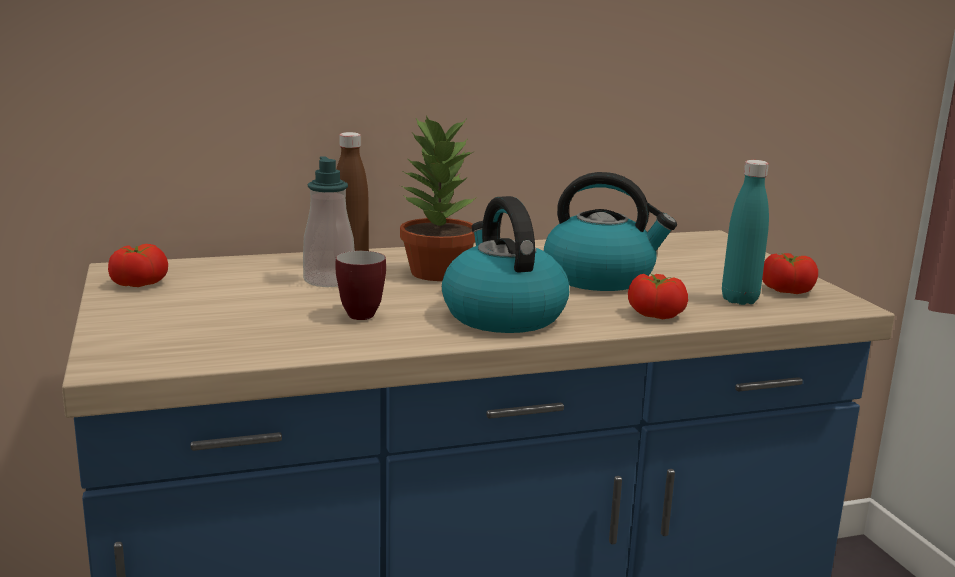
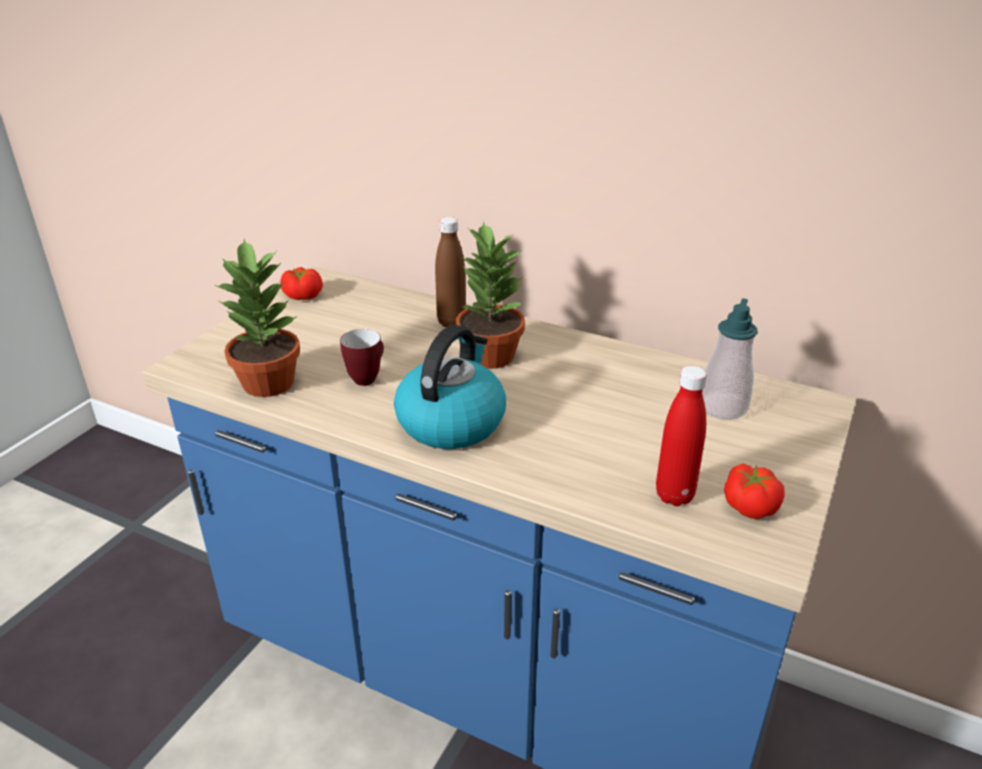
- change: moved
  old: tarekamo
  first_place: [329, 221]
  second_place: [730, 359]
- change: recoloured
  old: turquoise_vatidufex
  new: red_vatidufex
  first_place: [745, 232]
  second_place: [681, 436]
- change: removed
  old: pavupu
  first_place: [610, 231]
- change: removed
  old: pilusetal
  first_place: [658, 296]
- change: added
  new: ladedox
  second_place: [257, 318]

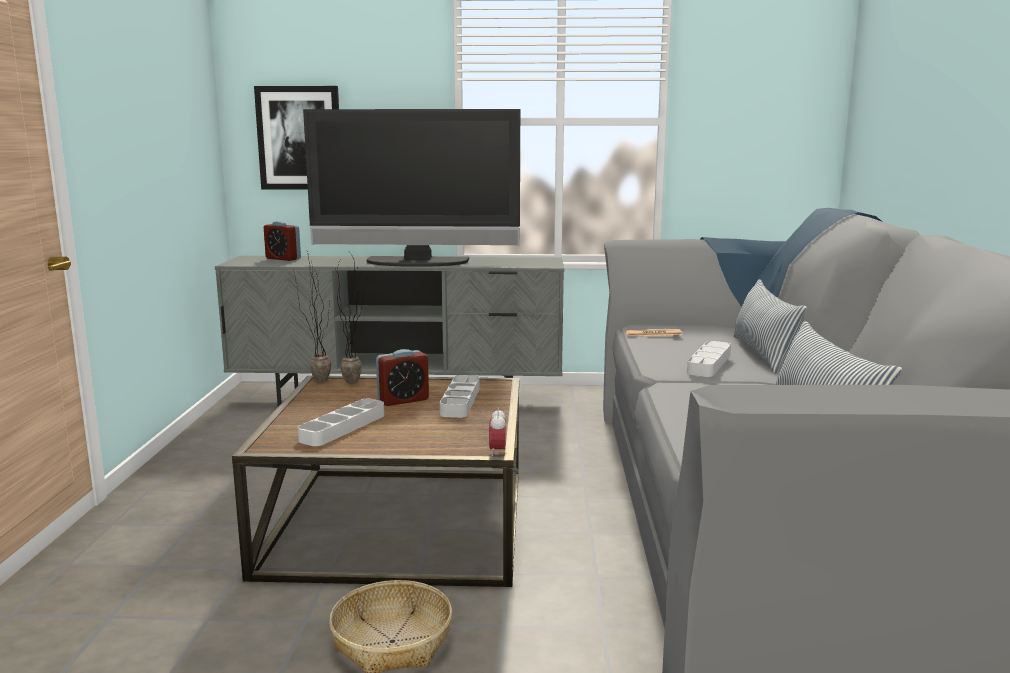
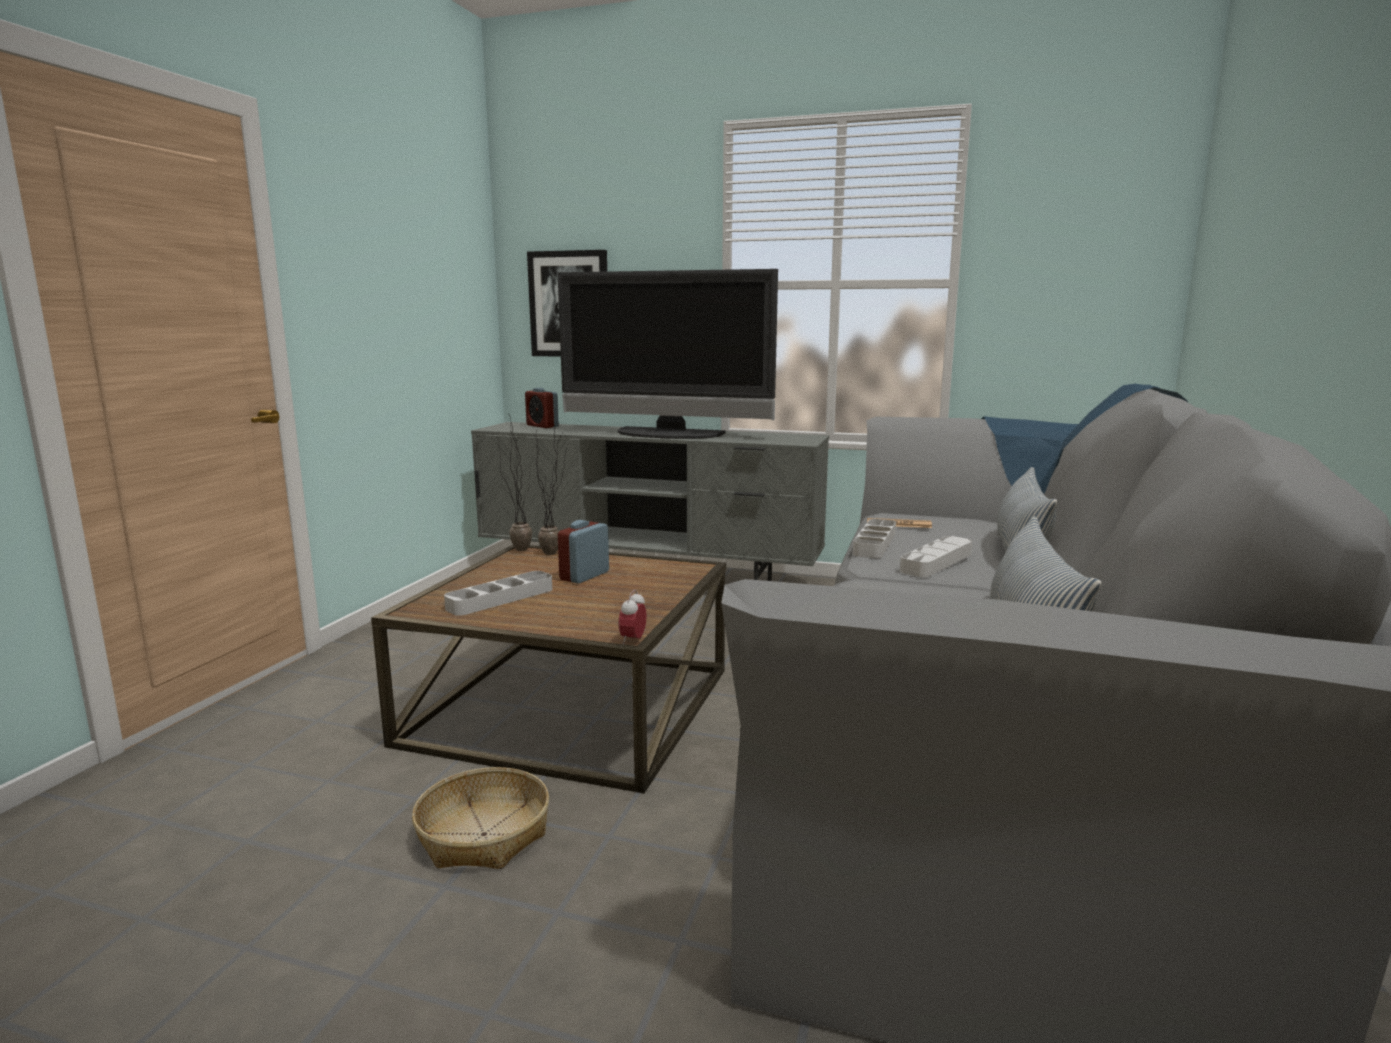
- change: turned
  old: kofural
  first_place: [402, 377]
  second_place: [583, 552]
  degrees: 135
- change: moved
  old: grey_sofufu
  first_place: [460, 396]
  second_place: [874, 538]

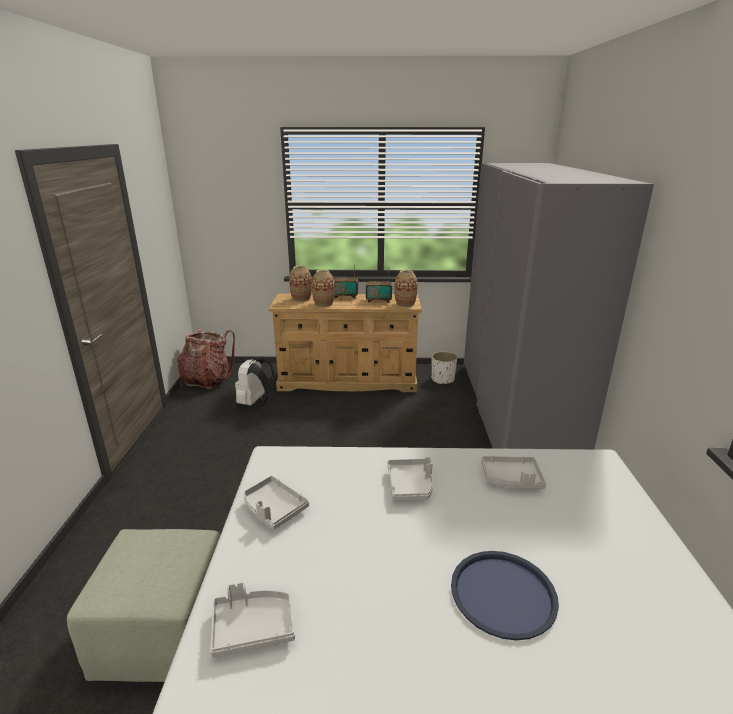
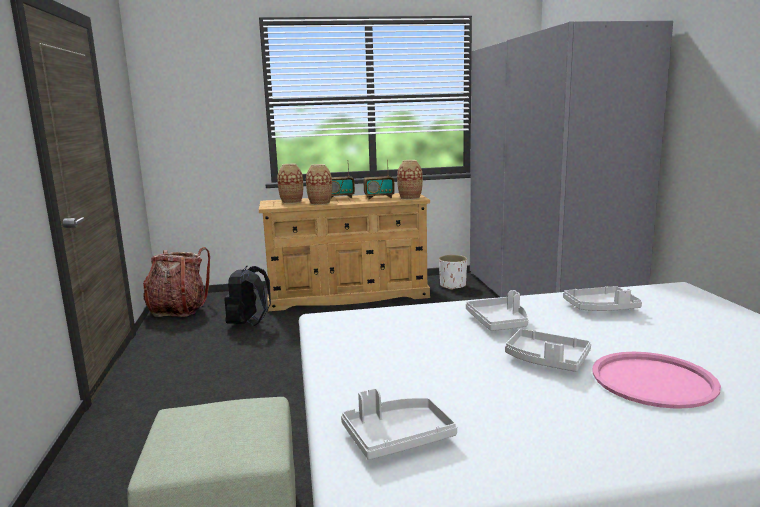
- change: recoloured
  old: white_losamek
  new: black_losamek
  first_place: [255, 382]
  second_place: [247, 296]
- change: moved
  old: grey_sofufu
  first_place: [276, 503]
  second_place: [548, 350]
- change: recoloured
  old: blue_sofufu
  new: pink_sofufu
  first_place: [505, 595]
  second_place: [656, 380]

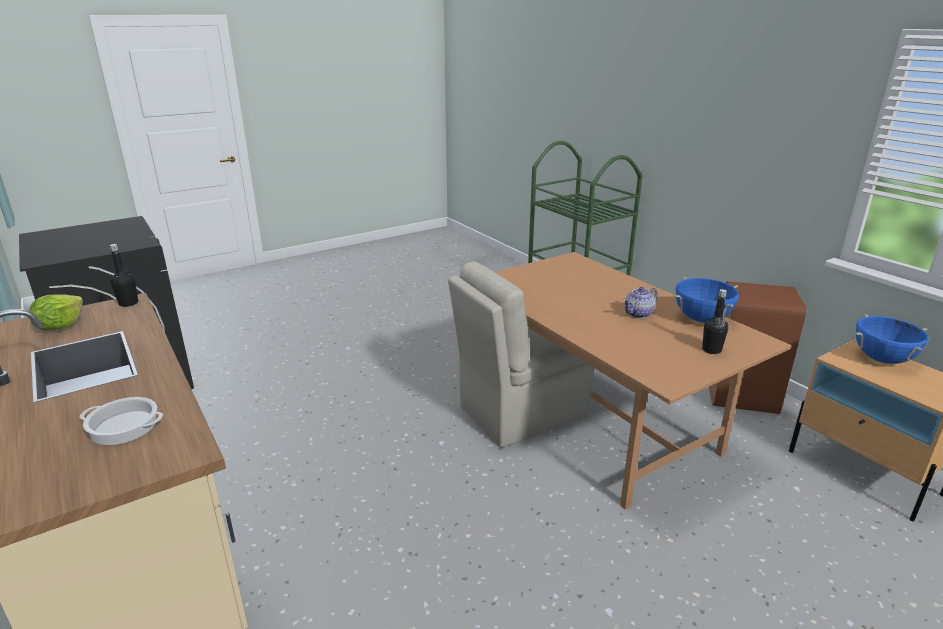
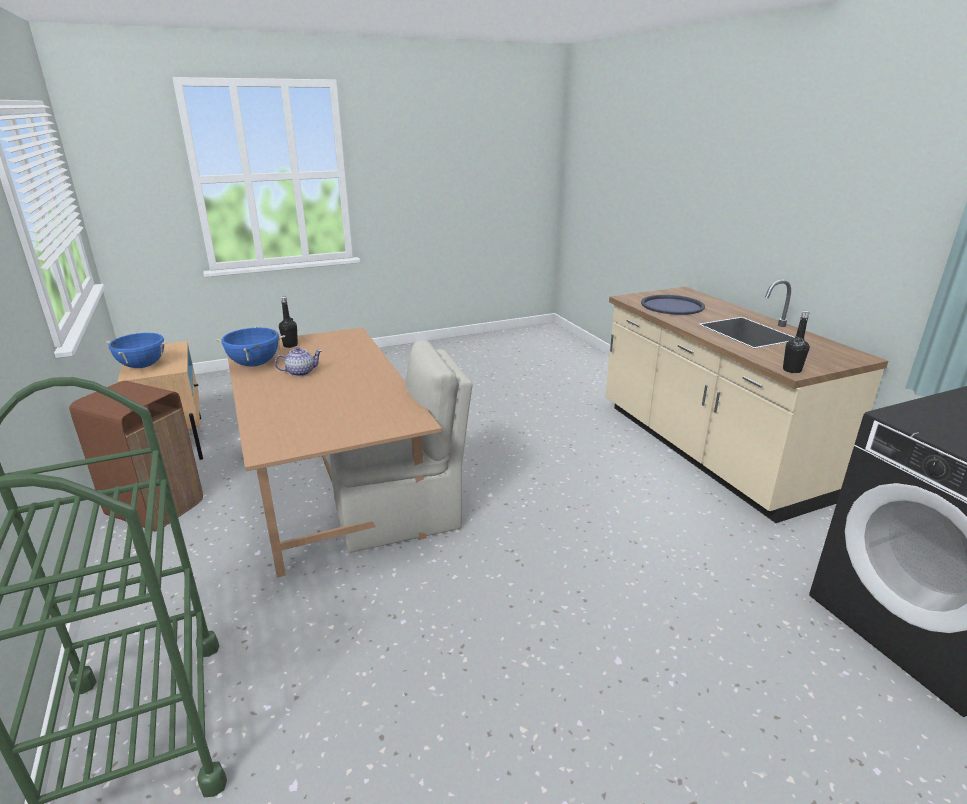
- change: removed
  old: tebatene
  first_place: [56, 312]
- change: replaced
  old: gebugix
  new: blue_sofufu
  first_place: [121, 421]
  second_place: [673, 305]

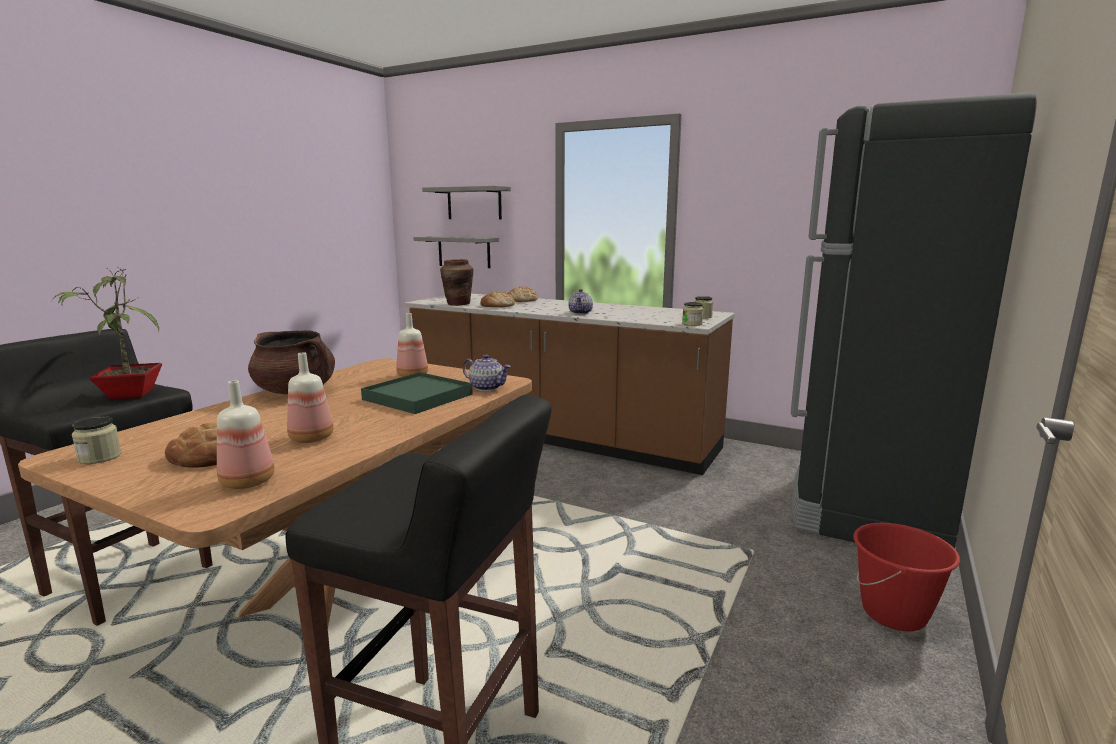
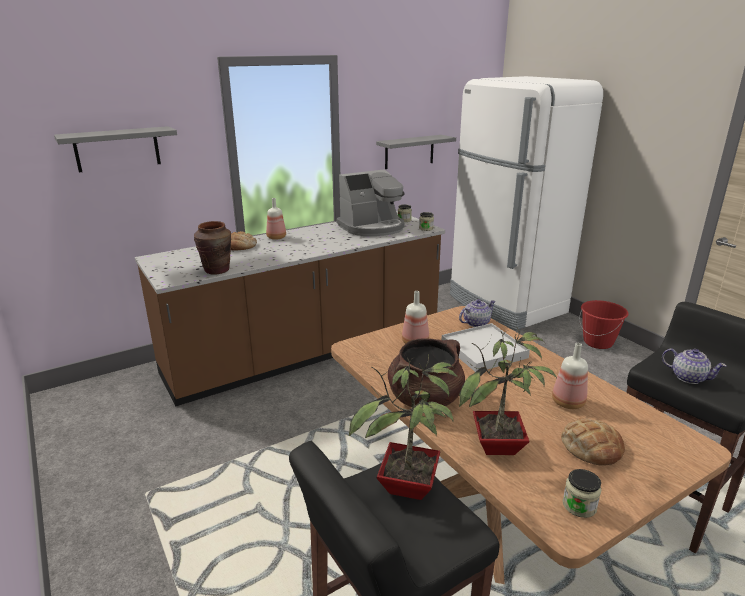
- change: recoloured
  old: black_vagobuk
  new: white_vagobuk
  first_place: [914, 320]
  second_place: [526, 203]
- change: moved
  old: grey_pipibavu
  first_place: [456, 252]
  second_place: [416, 152]
- change: moved
  old: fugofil
  first_place: [580, 301]
  second_place: [694, 366]
- change: removed
  old: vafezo
  first_place: [497, 299]
- change: recoloured
  old: green_sofufu
  new: white_sofufu
  first_place: [417, 393]
  second_place: [485, 347]
- change: moved
  old: vatidufex
  first_place: [246, 435]
  second_place: [276, 219]
- change: added
  new: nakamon
  second_place: [371, 202]
- change: added
  new: ladedox
  second_place: [508, 390]

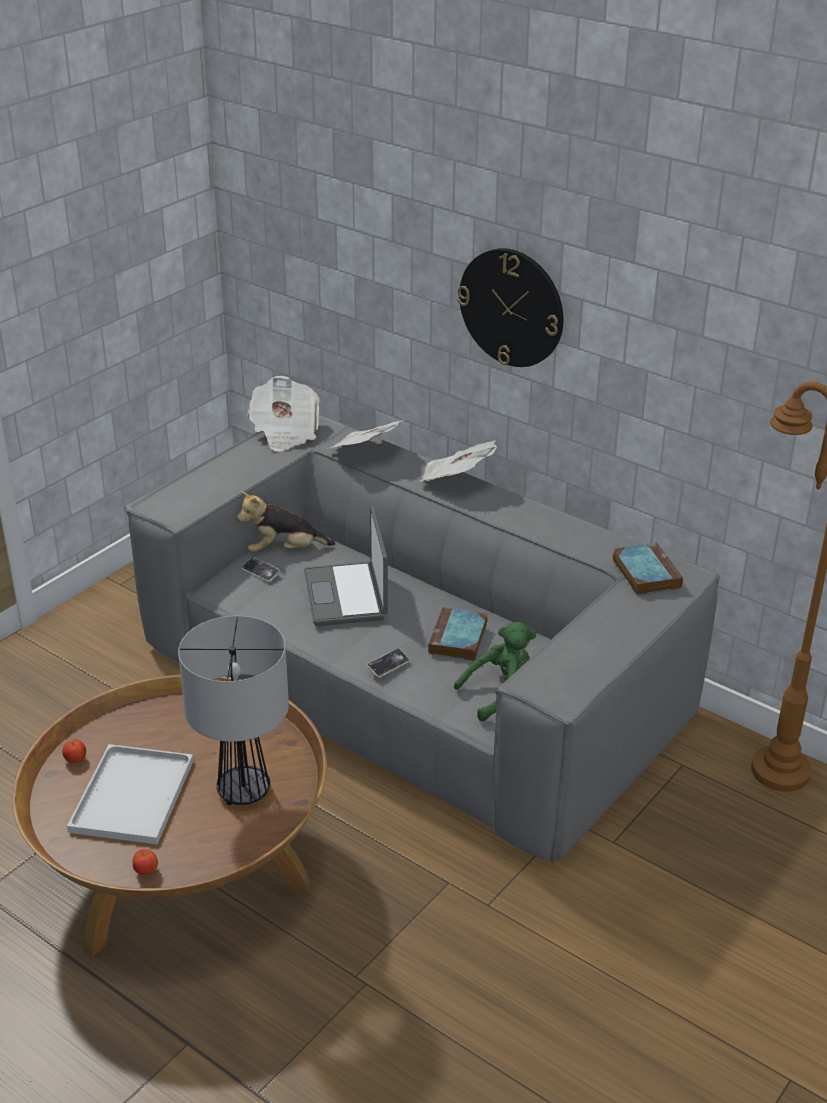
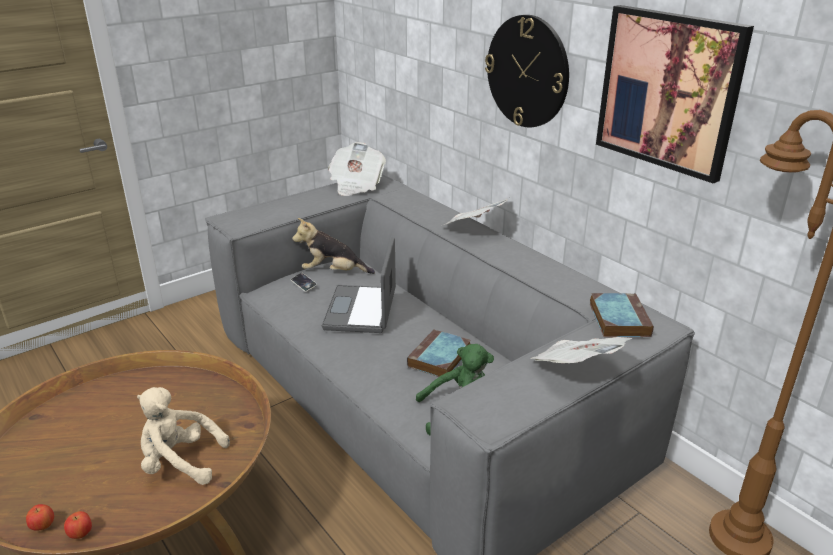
- change: moved
  old: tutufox
  first_place: [365, 434]
  second_place: [581, 350]
- change: replaced
  old: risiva
  new: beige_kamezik
  first_place: [233, 710]
  second_place: [183, 436]
- change: removed
  old: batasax
  first_place: [388, 662]
- change: moved
  old: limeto
  first_place: [74, 751]
  second_place: [78, 525]
- change: removed
  old: white_sofufu
  first_place: [130, 794]
- change: added
  new: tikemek
  second_place: [675, 94]

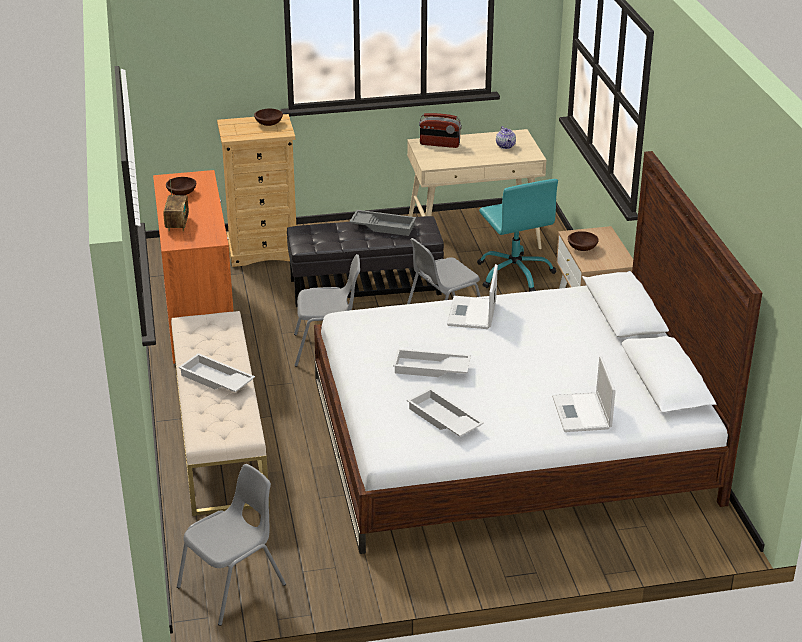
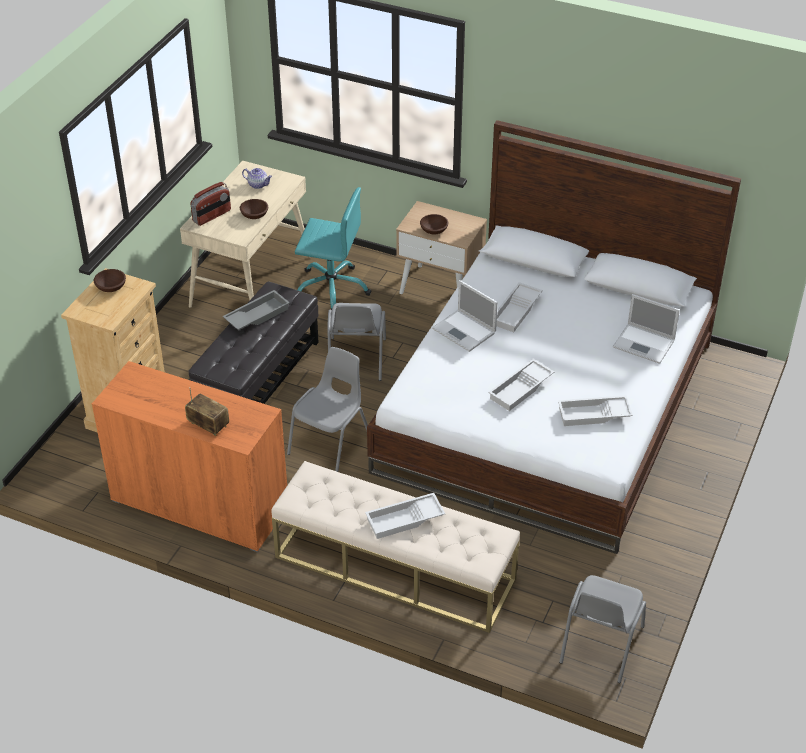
- change: moved
  old: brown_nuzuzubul
  first_place: [181, 186]
  second_place: [254, 209]
- change: turned
  old: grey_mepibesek
  first_place: [231, 545]
  second_place: [602, 629]
  degrees: -150
- change: added
  new: white_sofufu
  second_place: [519, 307]

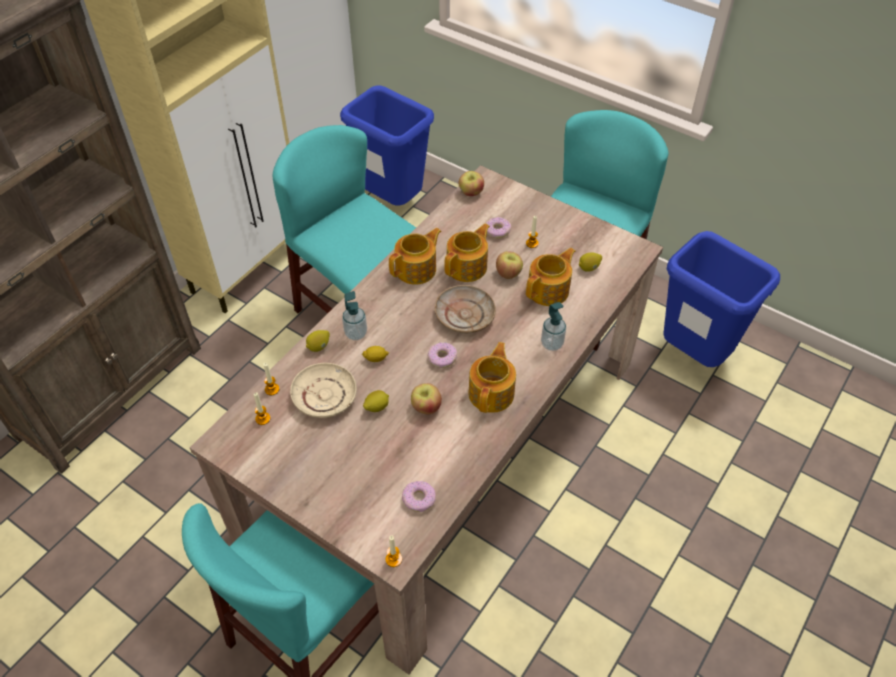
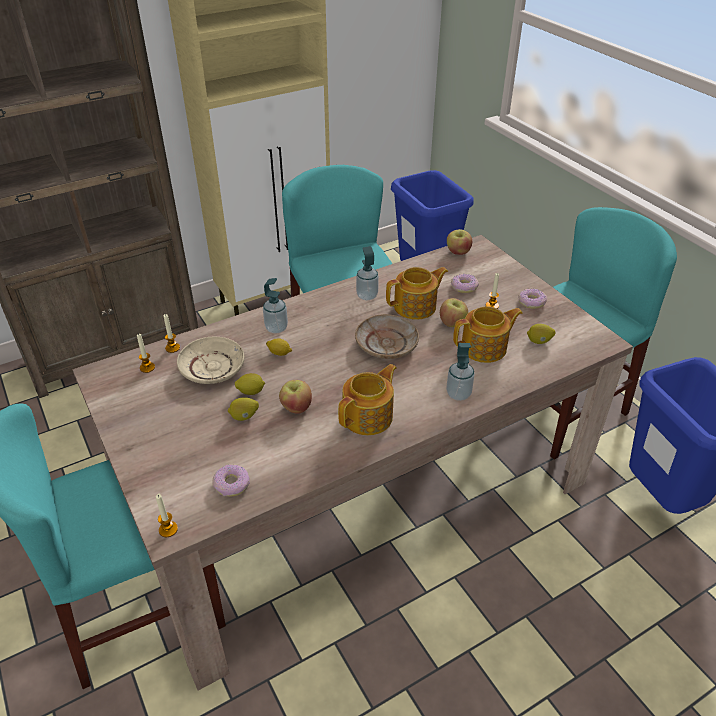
- change: replaced
  old: fugofil
  new: tarekamo
  first_place: [415, 256]
  second_place: [367, 273]
- change: moved
  old: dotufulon
  first_place: [318, 341]
  second_place: [243, 409]
- change: moved
  old: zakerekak
  first_place: [442, 355]
  second_place: [533, 299]

